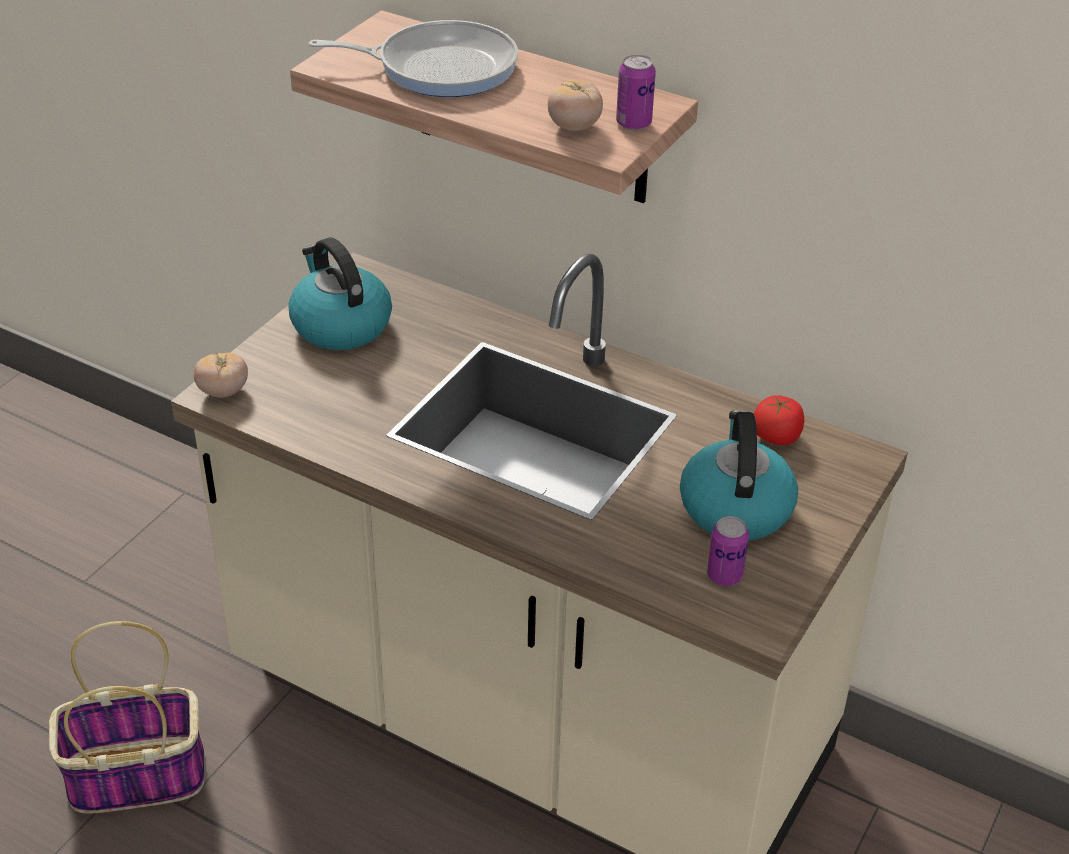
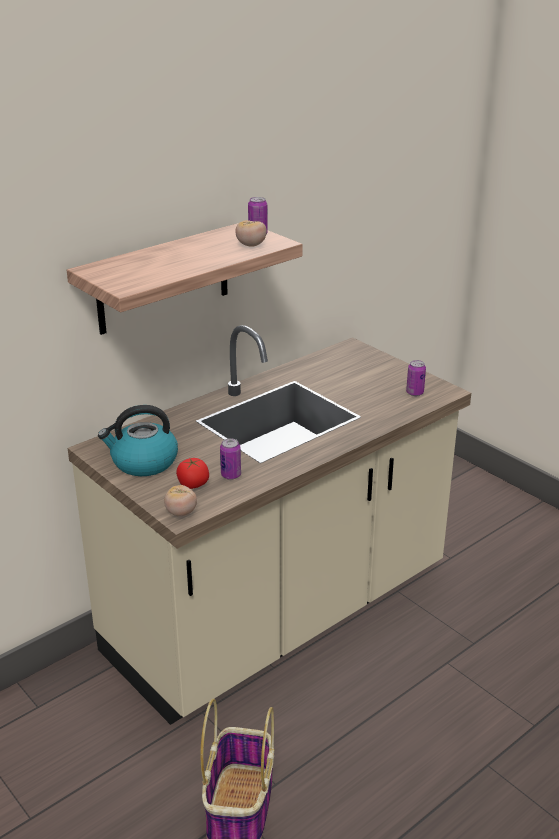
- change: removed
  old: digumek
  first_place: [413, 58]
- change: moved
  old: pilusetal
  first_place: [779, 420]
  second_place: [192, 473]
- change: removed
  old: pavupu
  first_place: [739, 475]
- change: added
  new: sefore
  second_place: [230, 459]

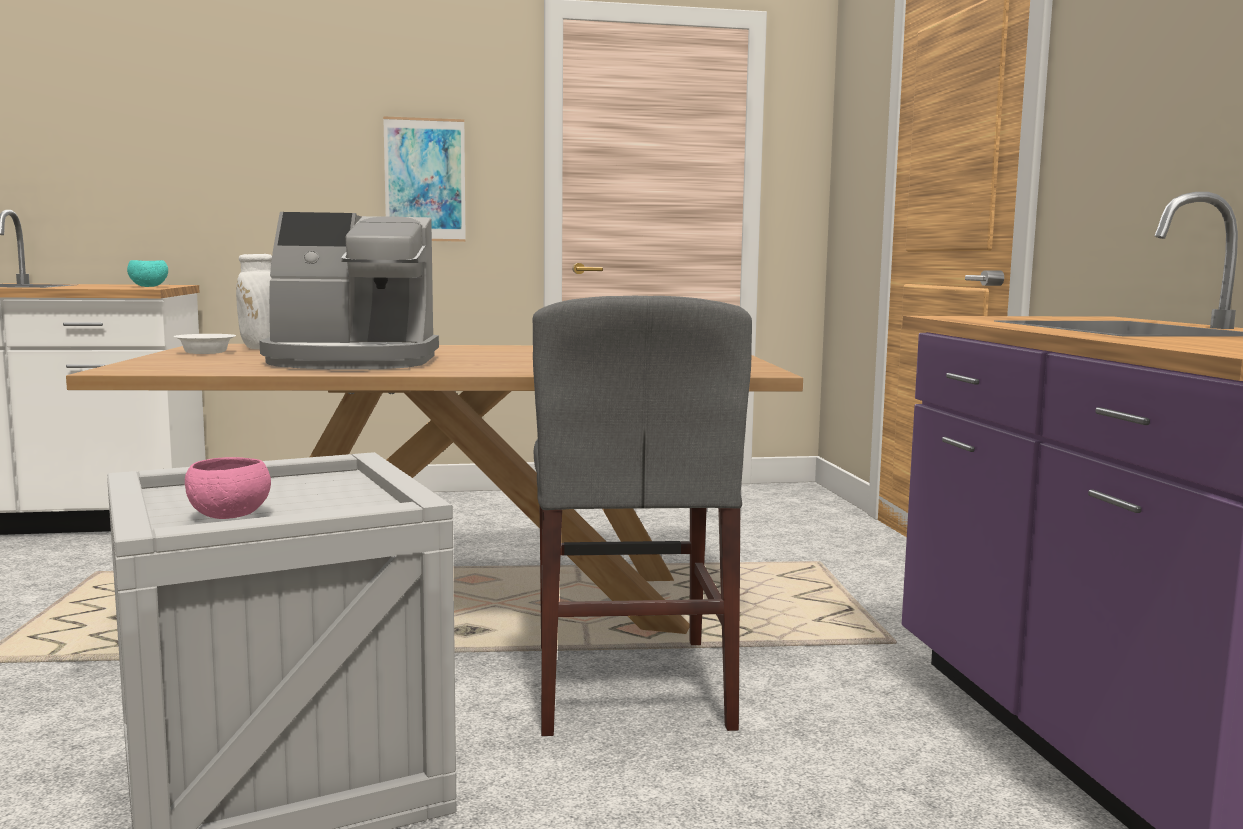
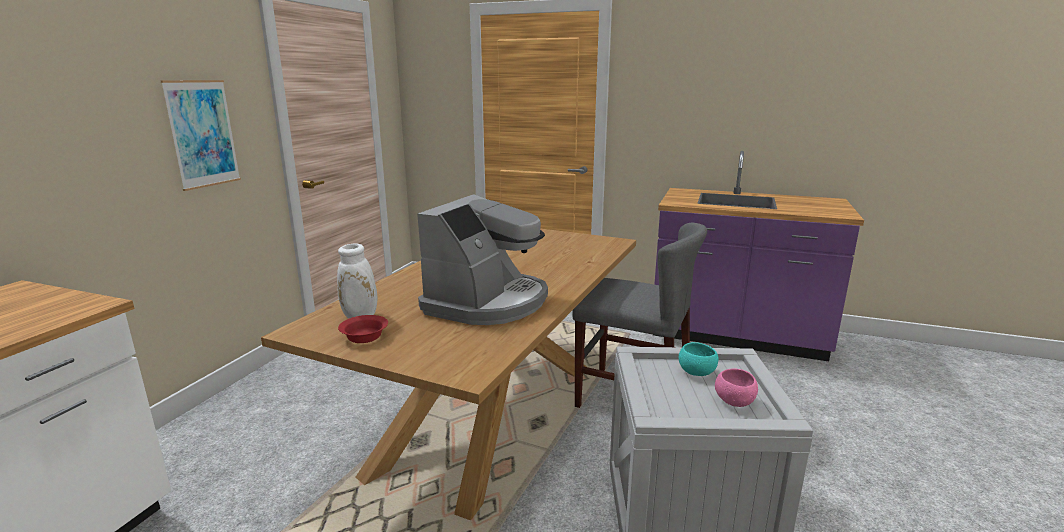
- change: moved
  old: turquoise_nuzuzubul
  first_place: [147, 273]
  second_place: [699, 359]
- change: recoloured
  old: white_nuzuzubul
  new: red_nuzuzubul
  first_place: [204, 344]
  second_place: [363, 329]

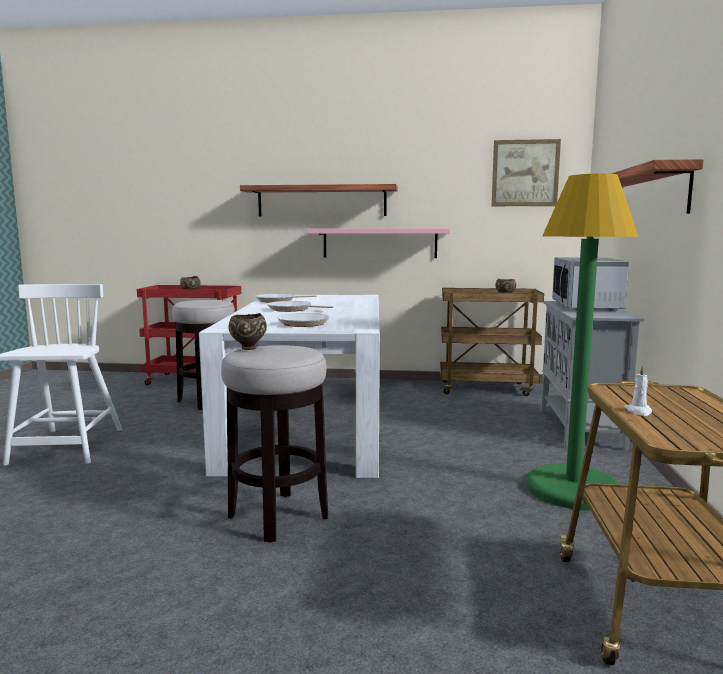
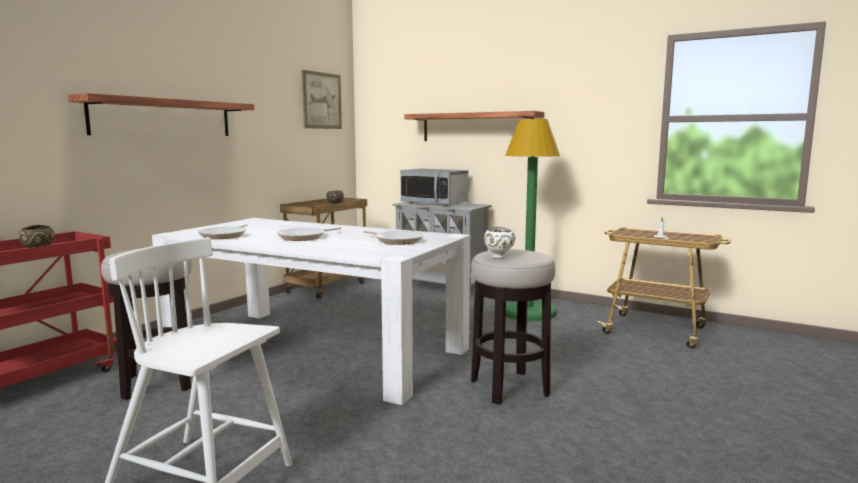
- change: removed
  old: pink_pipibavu
  first_place: [378, 243]
- change: recoloured
  old: brown_nuzuzubul
  new: white_nuzuzubul
  first_place: [248, 331]
  second_place: [499, 242]

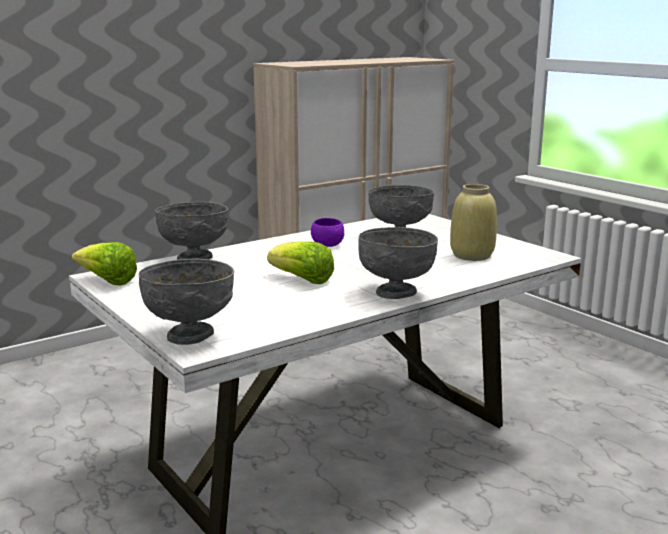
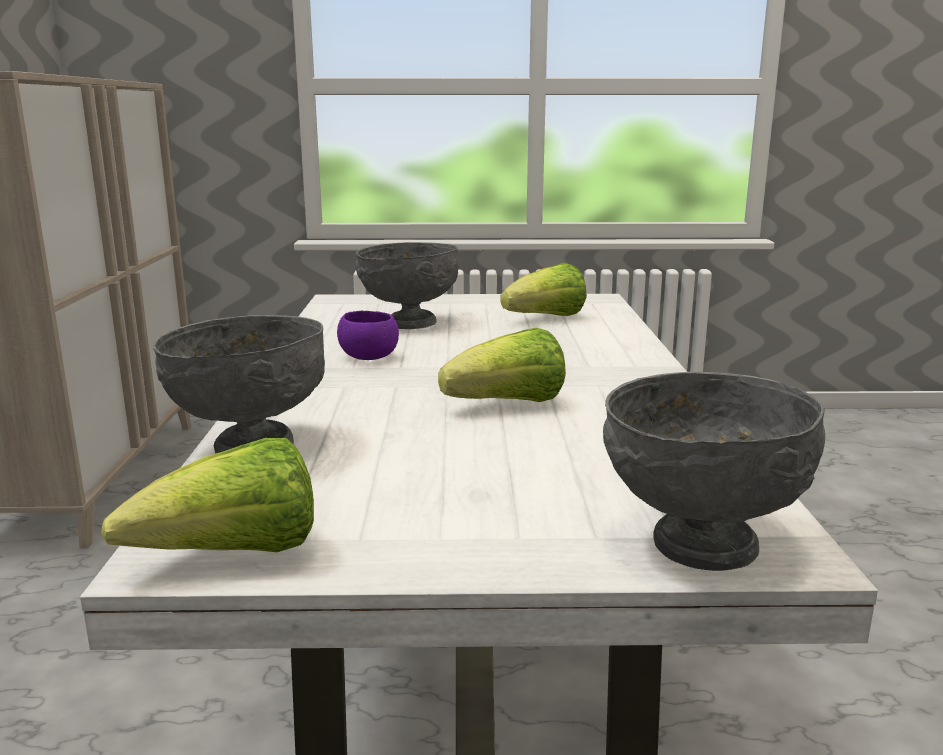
- change: replaced
  old: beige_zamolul
  new: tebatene
  first_place: [473, 222]
  second_place: [543, 289]
- change: removed
  old: grey_nuzuzubul
  first_place: [398, 263]

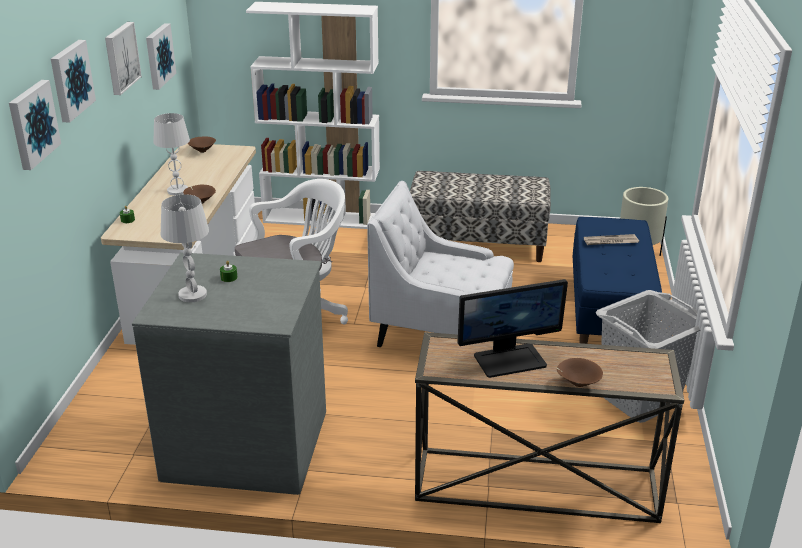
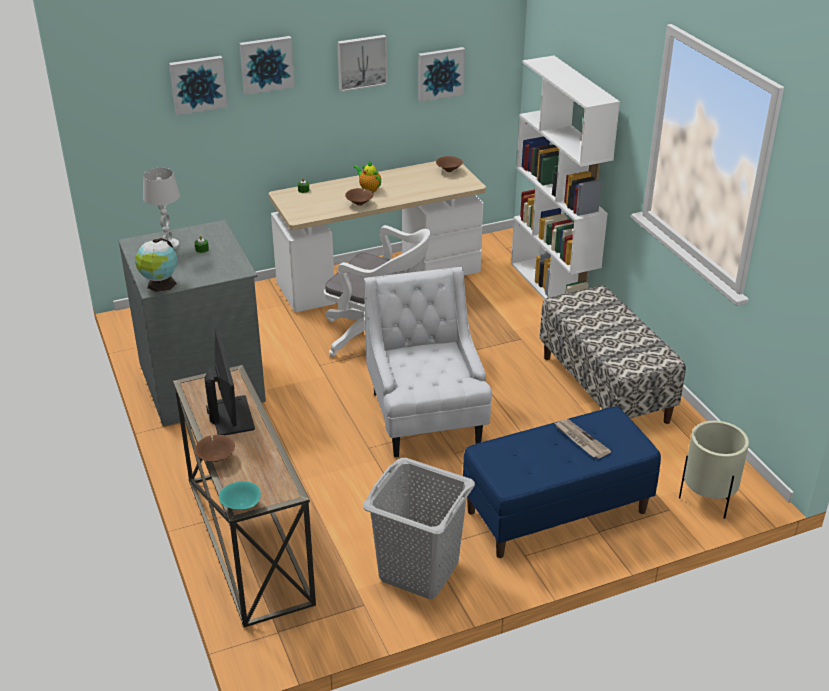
- change: replaced
  old: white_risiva
  new: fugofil
  first_place: [171, 154]
  second_place: [367, 176]
- change: turned
  old: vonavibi
  first_place: [513, 328]
  second_place: [229, 382]
  degrees: -150
- change: added
  new: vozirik
  second_place: [156, 265]
- change: added
  new: turquoise_nuzuzubul
  second_place: [240, 495]

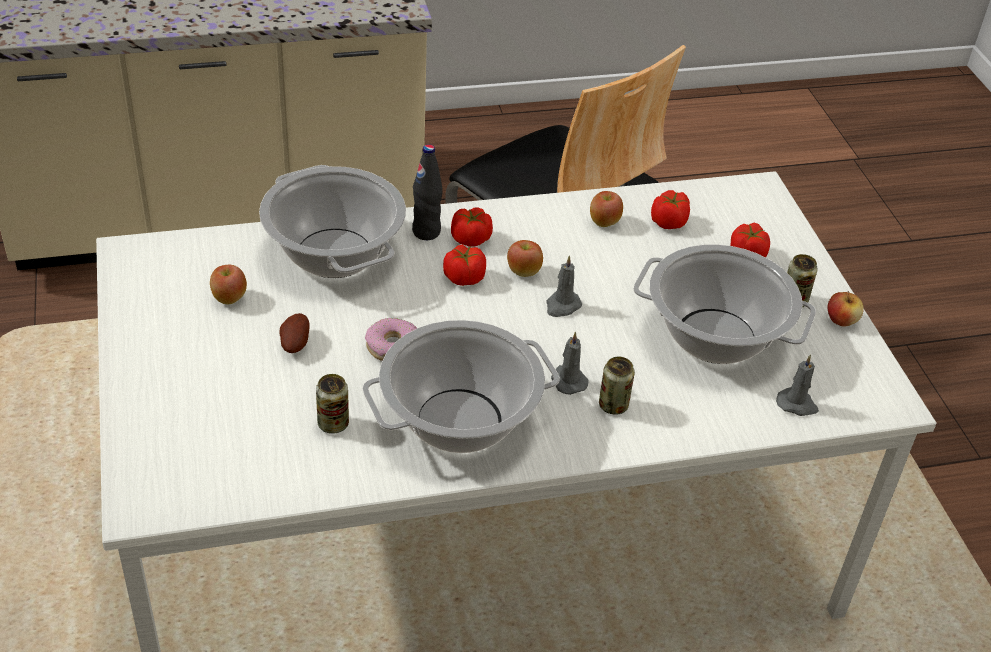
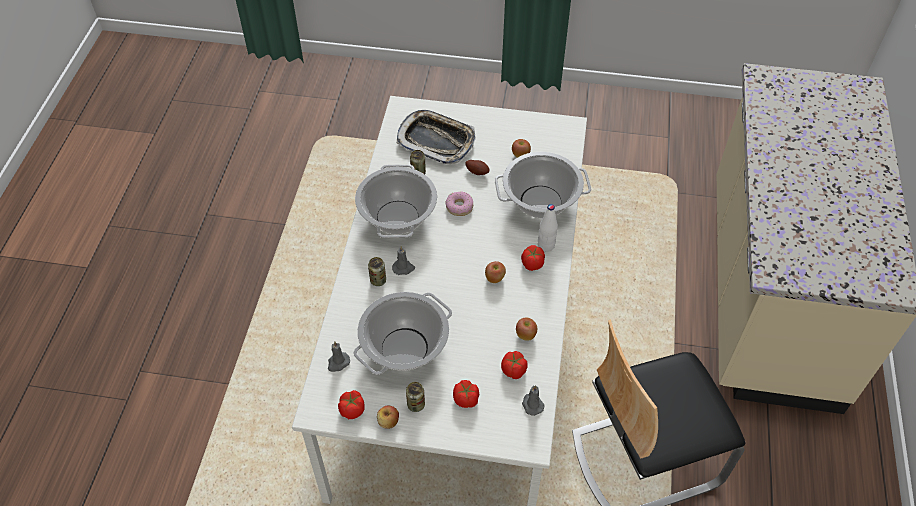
- change: recoloured
  old: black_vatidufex
  new: white_vatidufex
  first_place: [427, 192]
  second_place: [548, 228]
- change: moved
  old: pilusetal
  first_place: [464, 265]
  second_place: [351, 404]
- change: moved
  old: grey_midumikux
  first_place: [564, 286]
  second_place: [533, 400]
- change: added
  new: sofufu
  second_place: [436, 137]

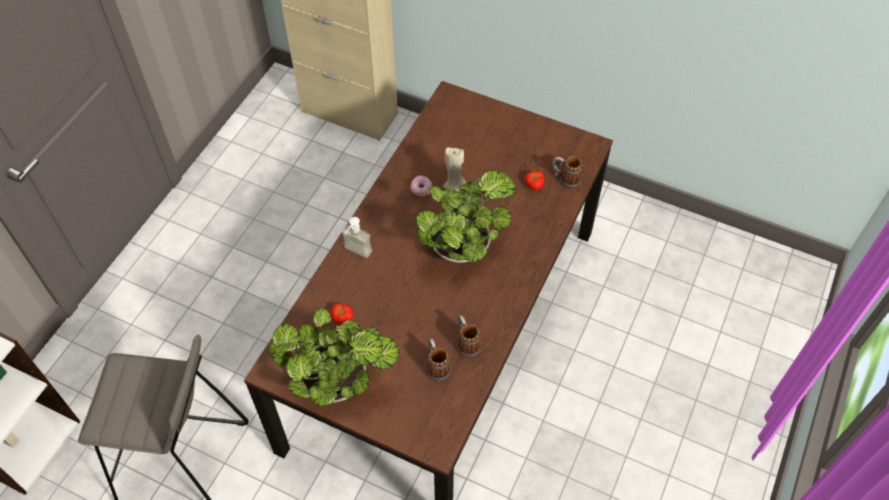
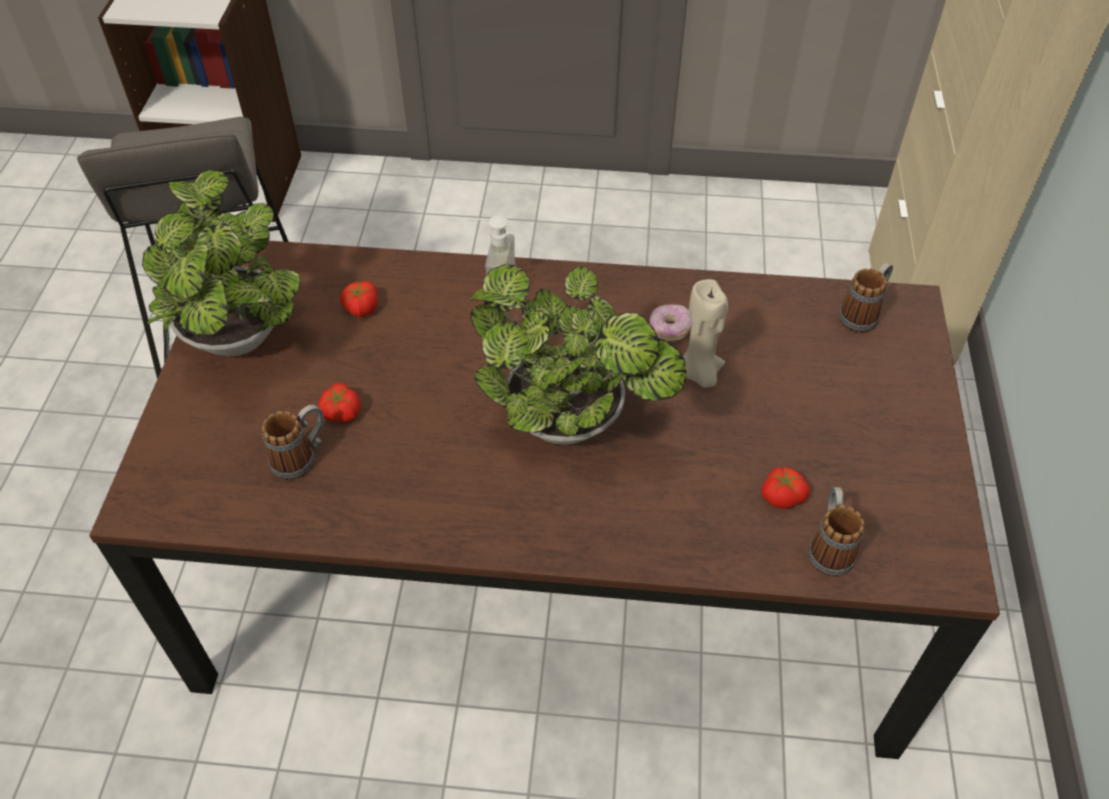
- change: moved
  old: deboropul
  first_place: [469, 336]
  second_place: [865, 297]
- change: added
  new: pilusetal
  second_place: [339, 402]

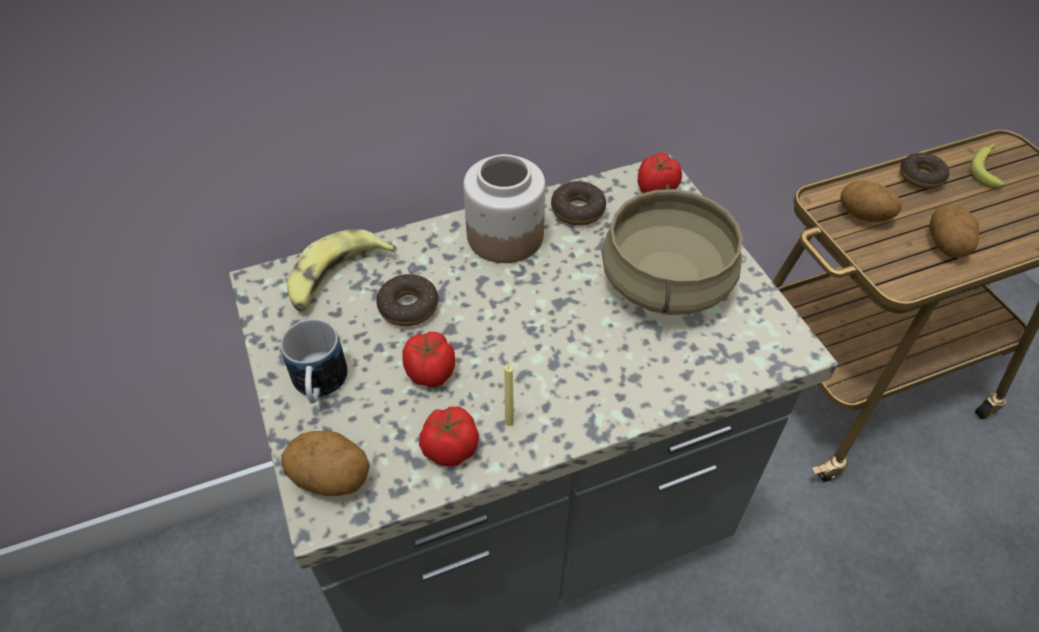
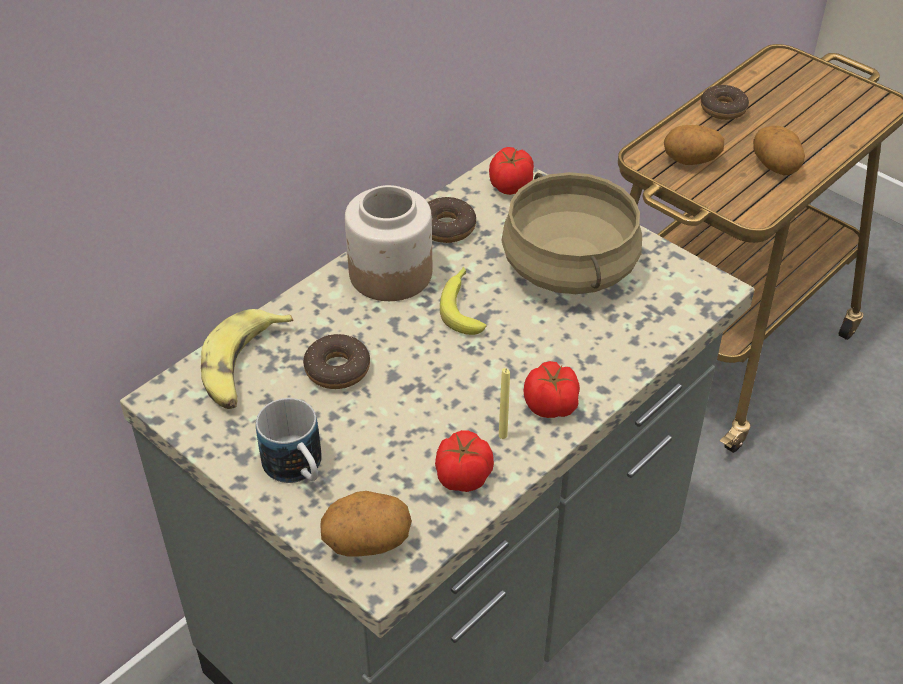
- change: moved
  old: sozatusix
  first_place: [987, 165]
  second_place: [463, 301]
- change: moved
  old: pilusetal
  first_place: [428, 359]
  second_place: [552, 389]

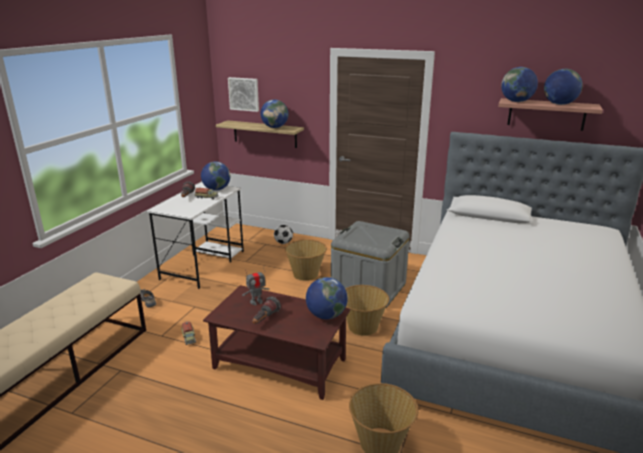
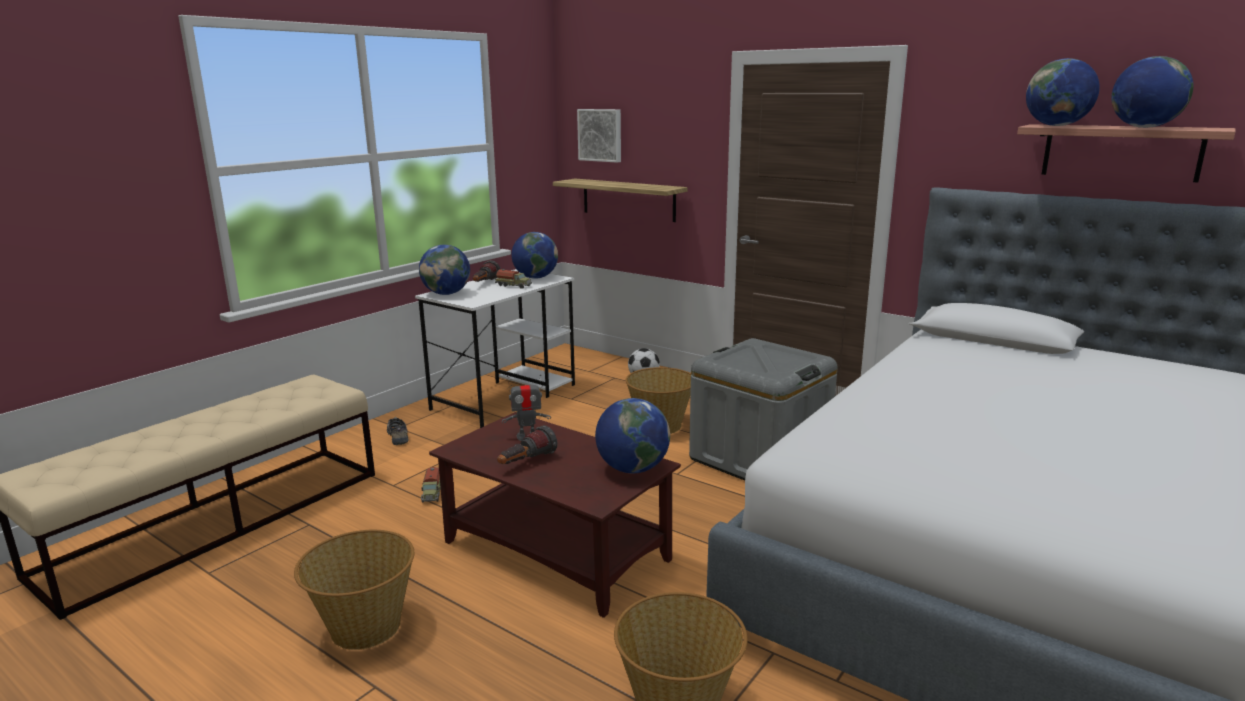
- change: moved
  old: vozirik
  first_place: [275, 113]
  second_place: [444, 269]
- change: moved
  old: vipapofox
  first_place: [367, 310]
  second_place: [354, 590]

